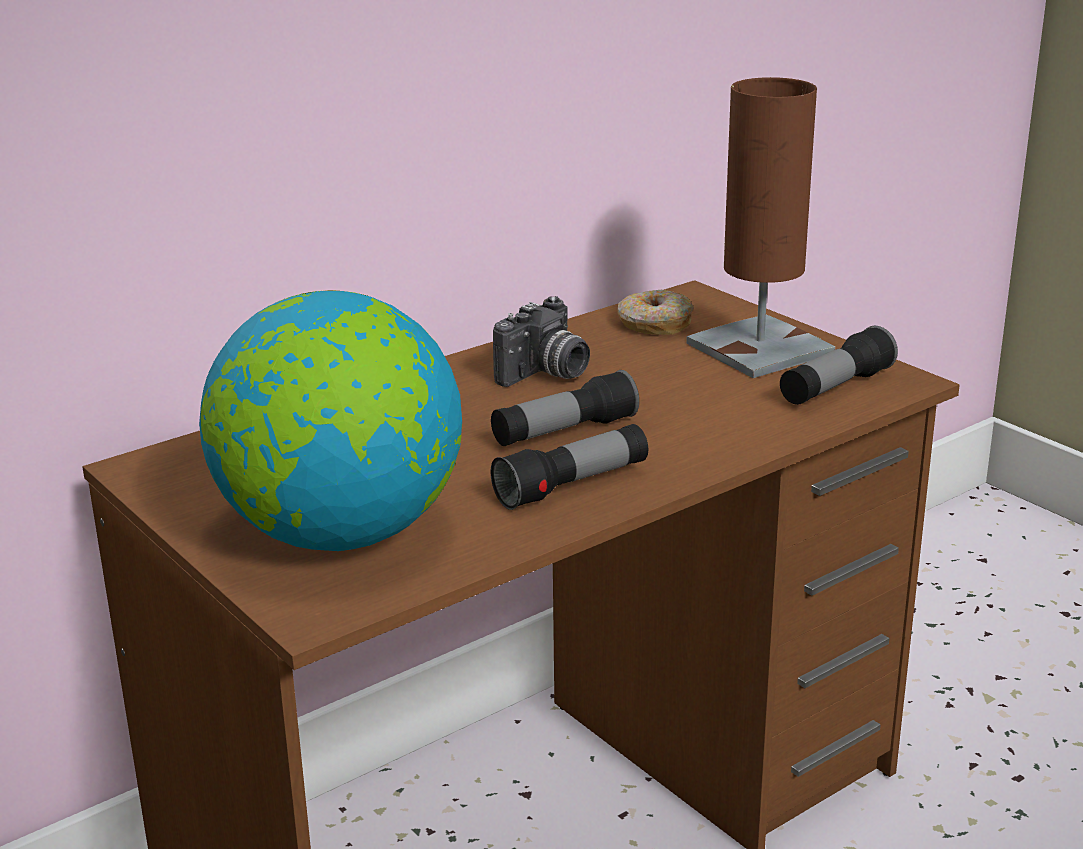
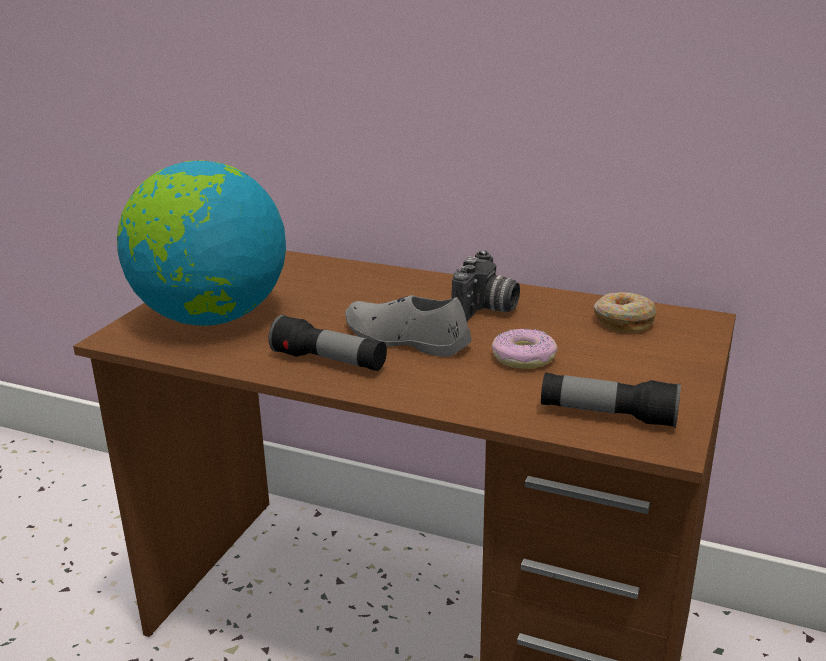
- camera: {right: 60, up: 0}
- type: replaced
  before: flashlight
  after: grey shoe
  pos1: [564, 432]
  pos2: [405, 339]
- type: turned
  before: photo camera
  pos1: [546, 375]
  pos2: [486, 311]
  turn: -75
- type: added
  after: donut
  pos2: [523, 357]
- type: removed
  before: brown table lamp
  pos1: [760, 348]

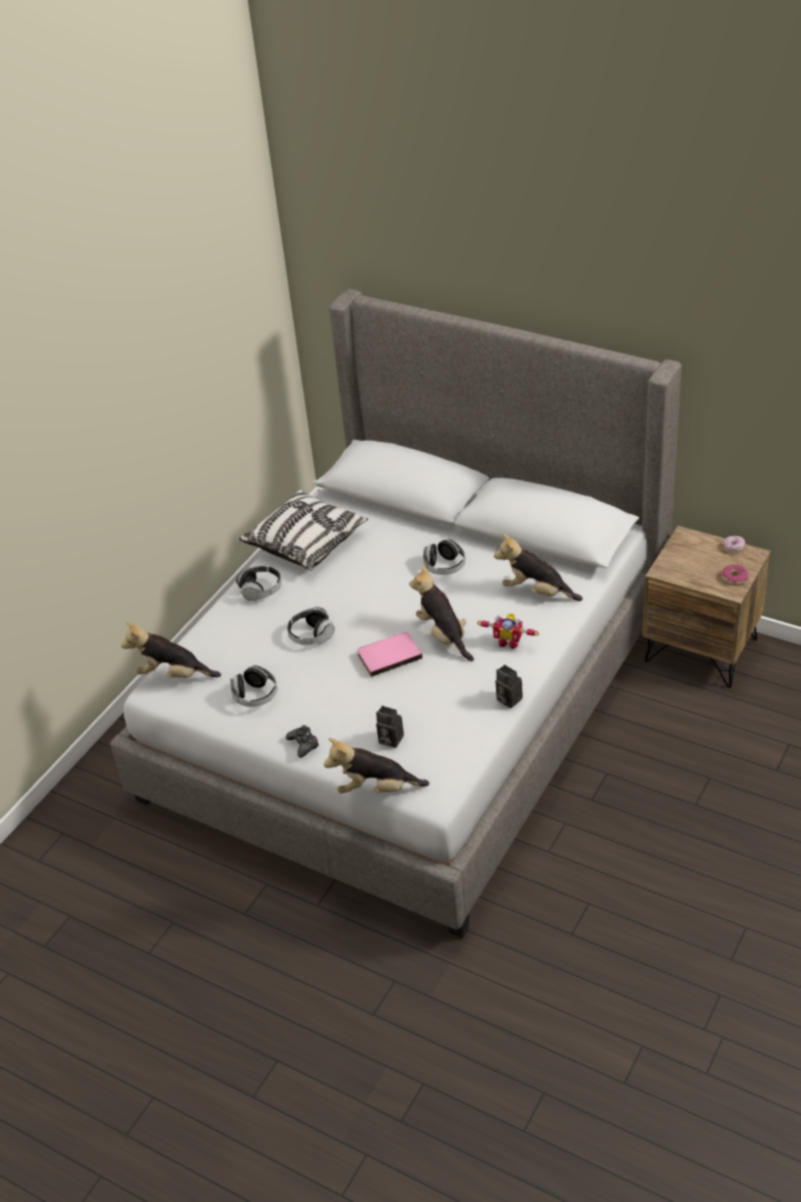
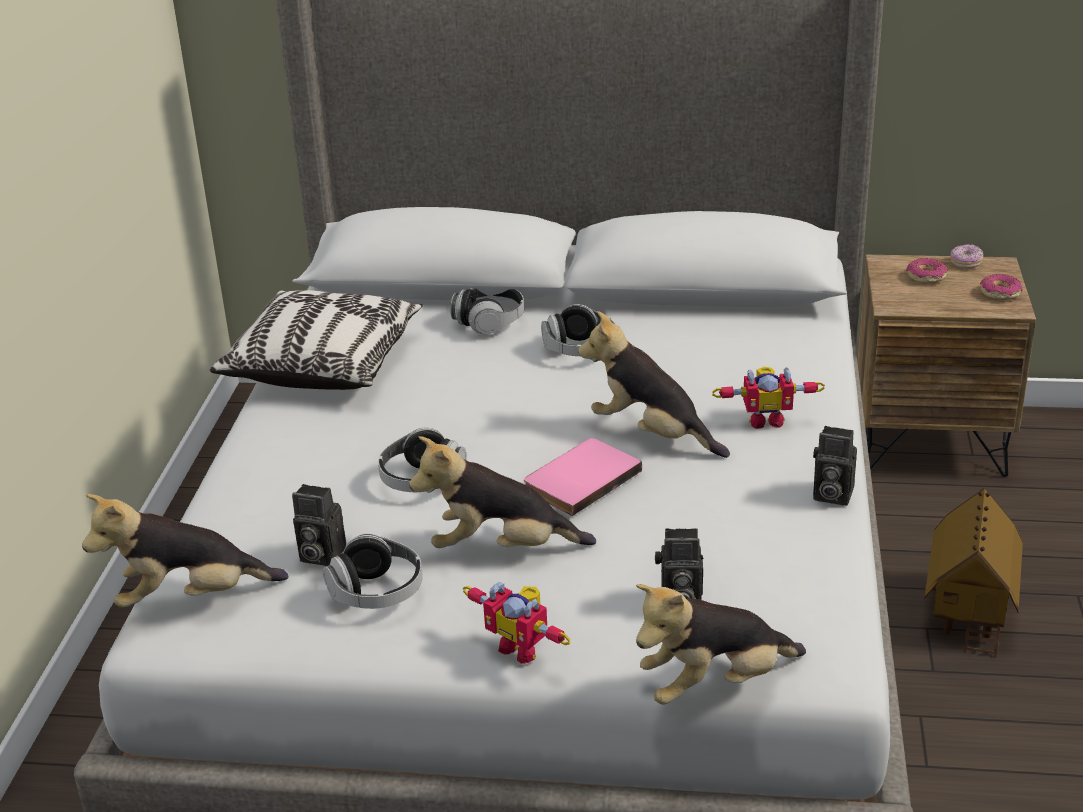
- camera: {right: -25, up: -10}
- type: added
  after: photo camera
  pos2: [319, 555]
- type: moved
  before: plush toy
  pos1: [536, 592]
  pos2: [501, 548]
- type: moved
  before: headphones
  pos1: [261, 590]
  pos2: [489, 322]
- type: replaced
  before: black game controller
  after: toy robot
  pos1: [303, 744]
  pos2: [522, 647]
- type: added
  after: donut
  pos2: [926, 277]
- type: added
  after: toy house
  pos2: [970, 609]

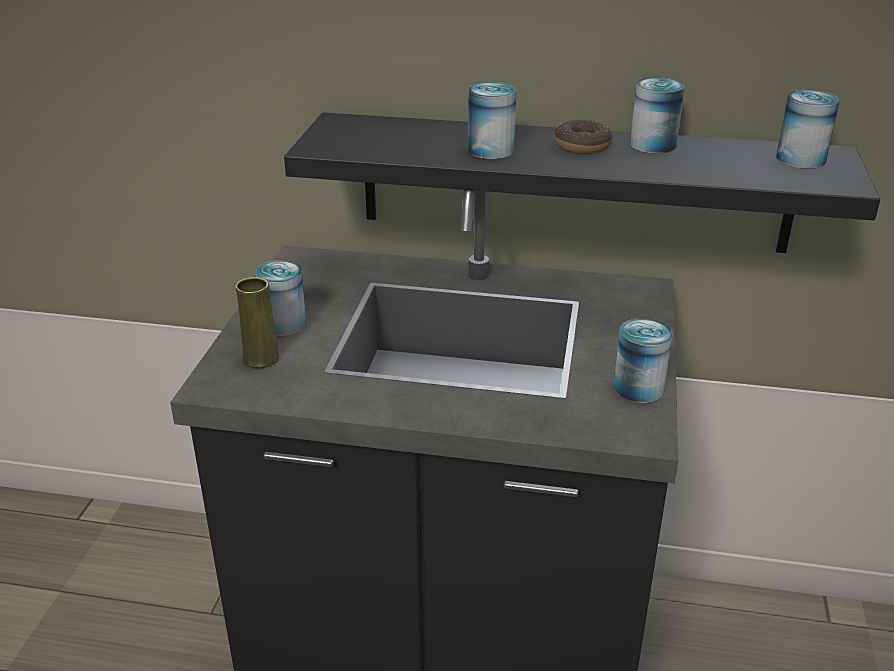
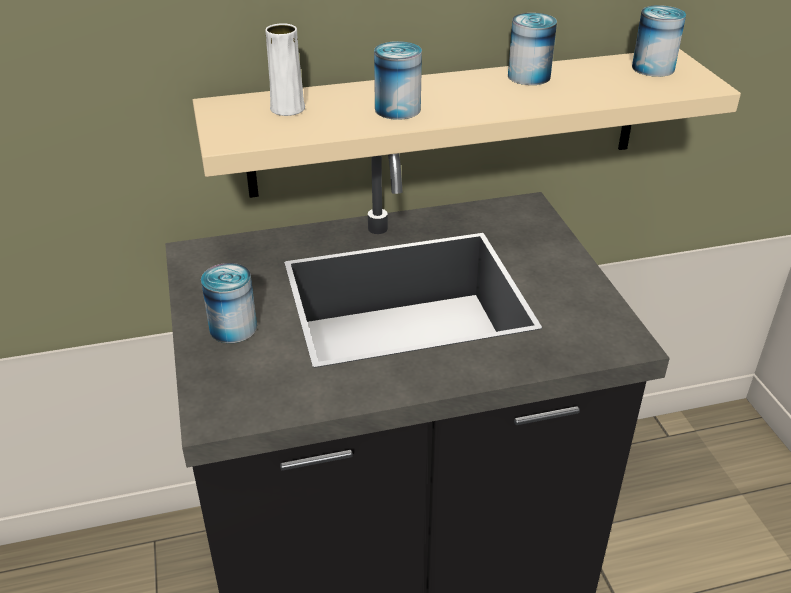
- camera: {right: -25, up: 5}
- type: recoloured
  before: black shelf
  after: beige shelf
  pos1: [573, 182]
  pos2: [447, 123]
- type: added
  after: white vase
  pos2: [287, 108]
- type: removed
  before: yellow vase
  pos1: [261, 358]
- type: removed
  before: donut
  pos1: [582, 146]
- type: removed
  before: can
  pos1: [638, 388]

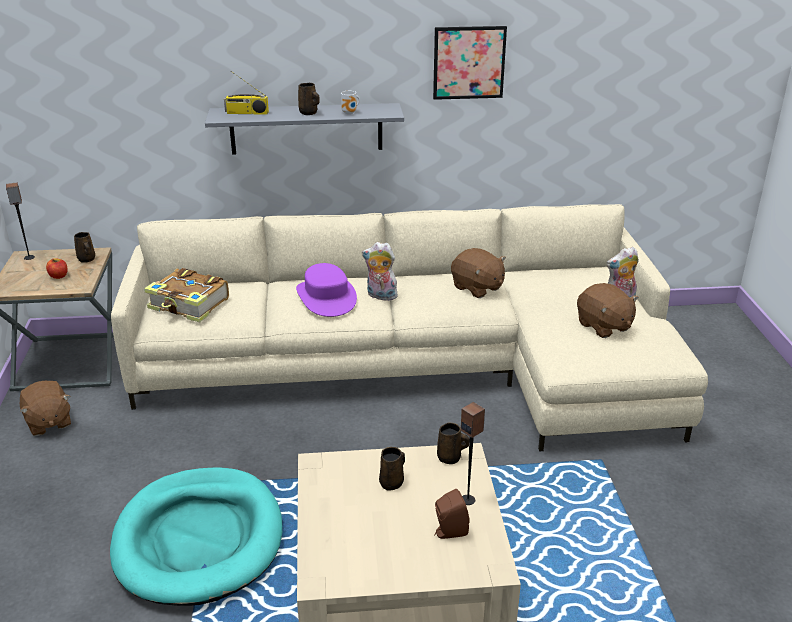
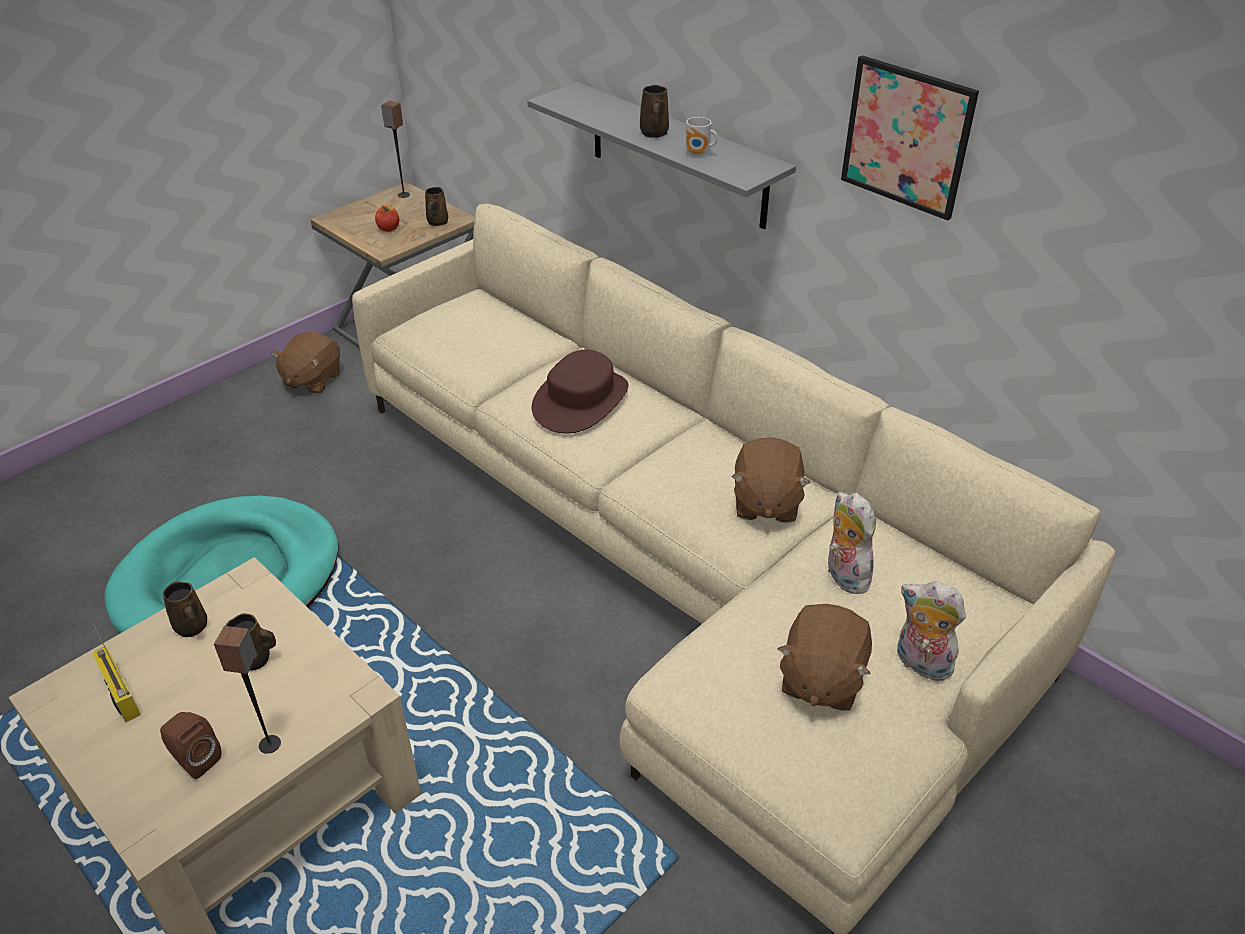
- camera: {right: 50, up: 10}
- type: moved
  before: radio
  pos1: [246, 113]
  pos2: [119, 692]
- type: moved
  before: brown mug
  pos1: [450, 458]
  pos2: [192, 628]
- type: recoloured
  before: purple hat
  after: brown hat
  pos1: [326, 297]
  pos2: [581, 400]
- type: moved
  before: plush toy
  pos1: [380, 296]
  pos2: [843, 575]
- type: removed
  before: book
  pos1: [189, 305]

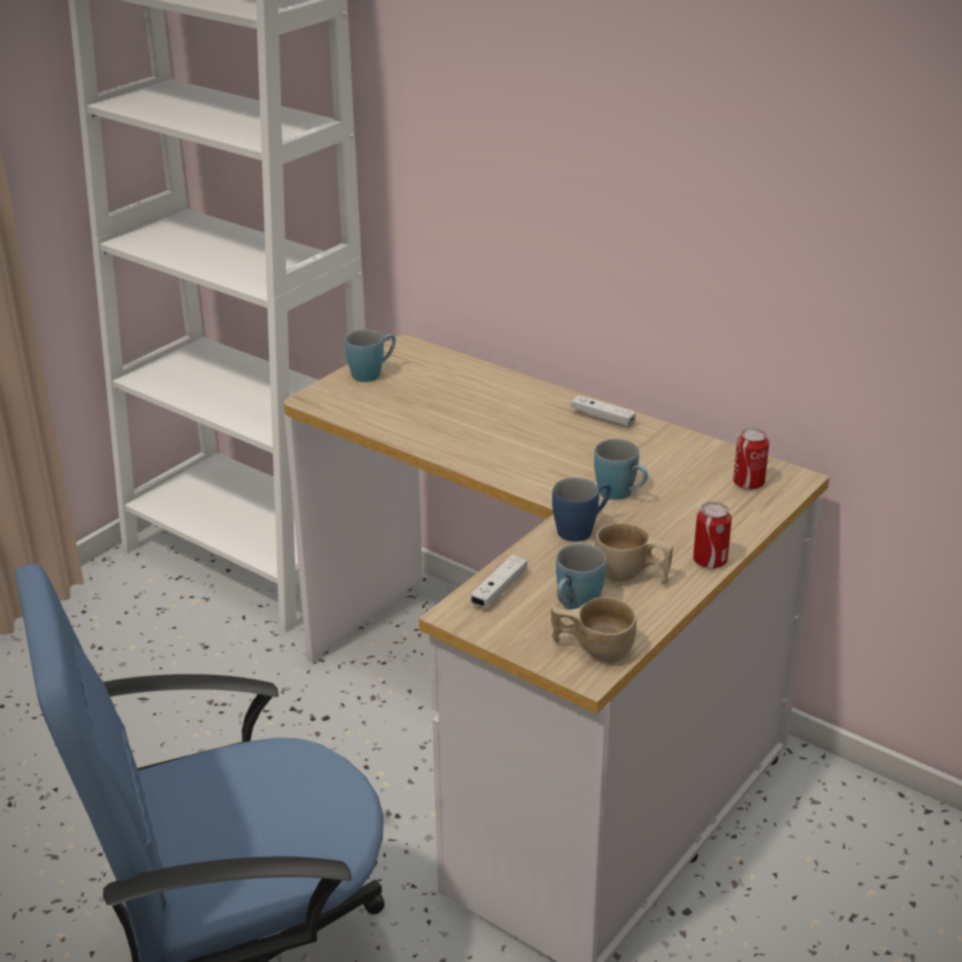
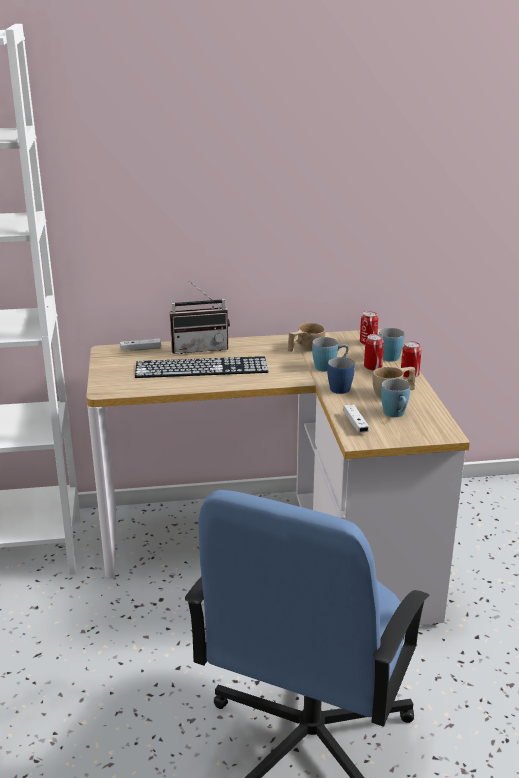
- camera: {right: -45, up: -5}
- type: moved
  before: white game controller
  pos1: [602, 418]
  pos2: [140, 349]
- type: added
  after: keyboard
  pos2: [201, 367]
- type: added
  after: radio
  pos2: [200, 348]
- type: moved
  before: beige cup
  pos1: [592, 649]
  pos2: [305, 349]
- type: added
  after: can
  pos2: [373, 367]
- type: moved
  before: blue mug
  pos1: [372, 373]
  pos2: [390, 355]

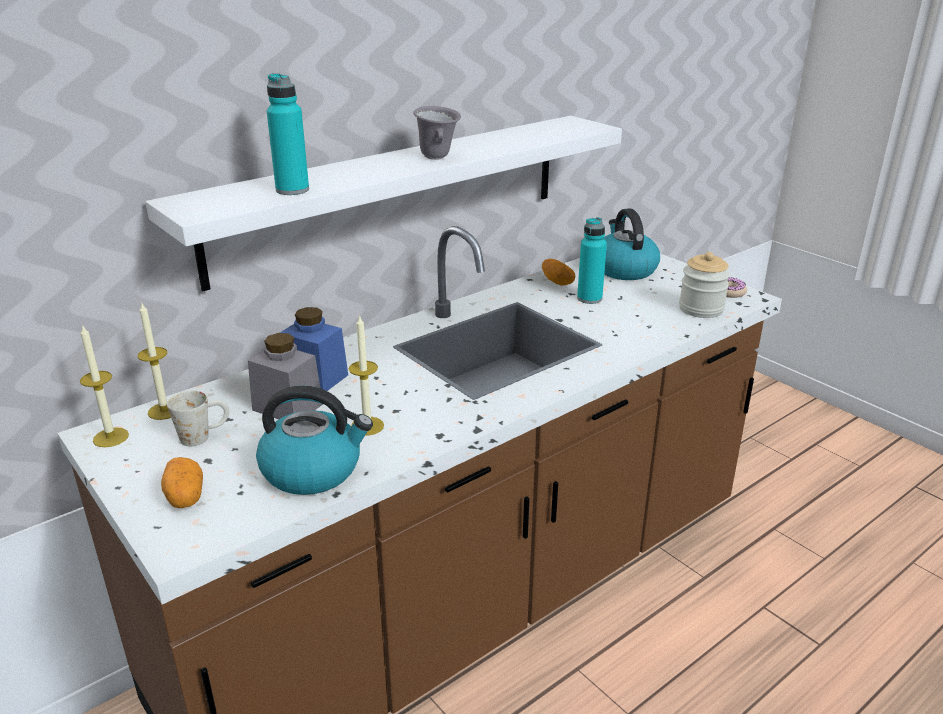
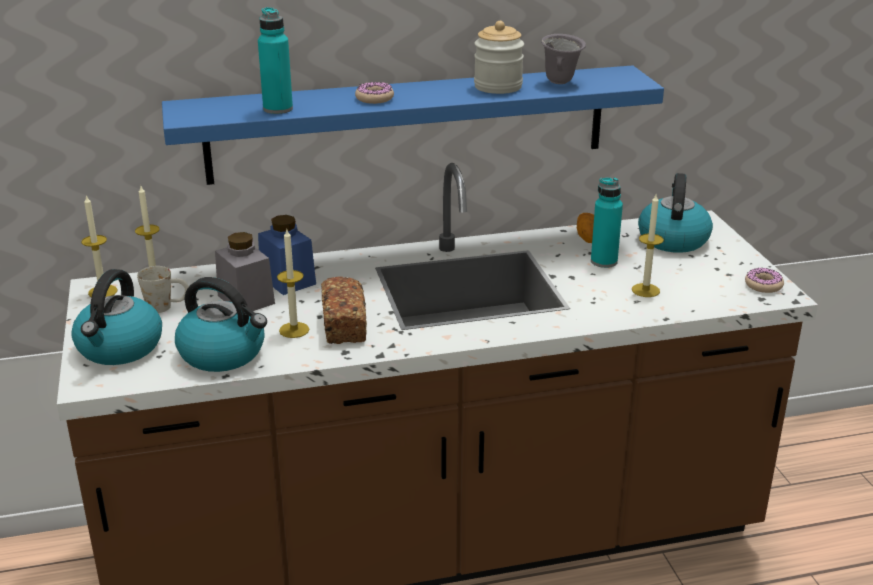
- camera: {right: 25, up: 0}
- type: replaced
  before: potato
  after: kettle
  pos1: [185, 496]
  pos2: [119, 348]
- type: recoloured
  before: white shelf
  after: blue shelf
  pos1: [394, 195]
  pos2: [409, 124]
- type: added
  after: bread
  pos2: [344, 325]
- type: added
  after: donut
  pos2: [374, 98]
- type: moved
  before: jar
  pos1: [701, 309]
  pos2: [498, 87]
- type: moved
  before: grey mug
  pos1: [438, 158]
  pos2: [561, 83]
- type: added
  after: candle
  pos2: [645, 290]

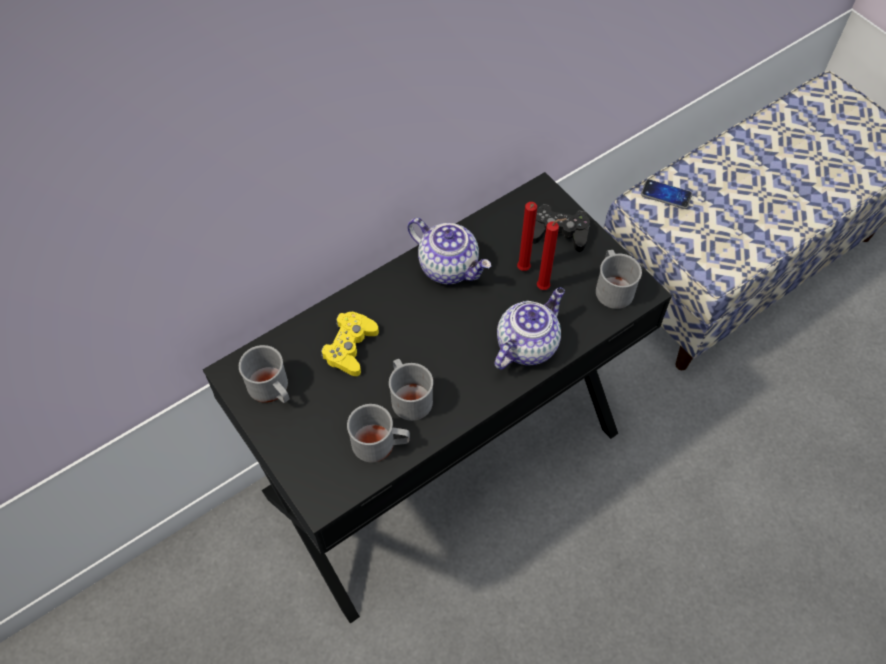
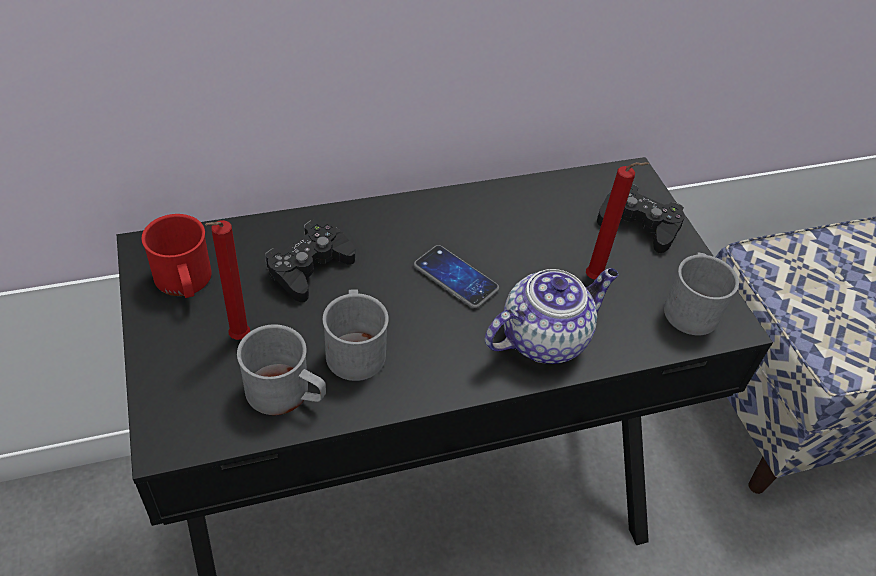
- camera: {right: 15, up: -10}
- type: recoloured
  before: grey mug
  after: red mug
  pos1: [272, 389]
  pos2: [185, 283]
- type: moved
  before: red candle
  pos1: [522, 270]
  pos2: [237, 339]
- type: recoloured
  before: yellow game controller
  after: black game controller
  pos1: [350, 347]
  pos2: [309, 267]
- type: moved
  before: phone
  pos1: [666, 195]
  pos2: [455, 278]
- type: removed
  before: teapot
  pos1: [449, 266]

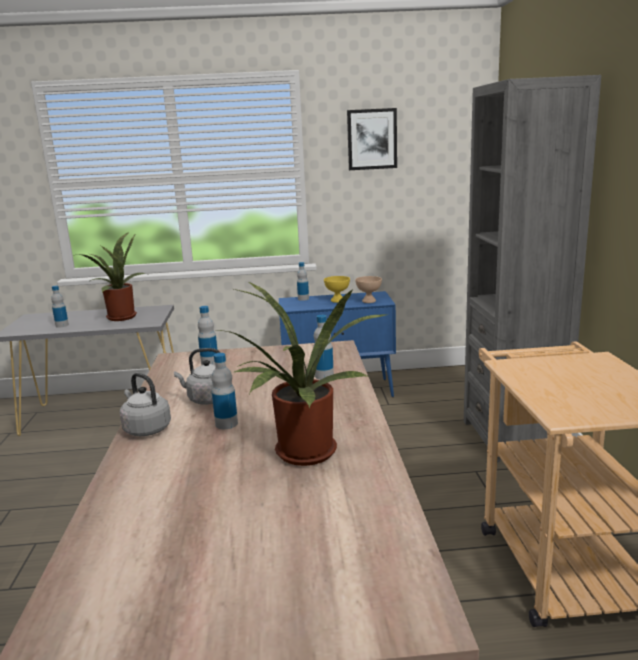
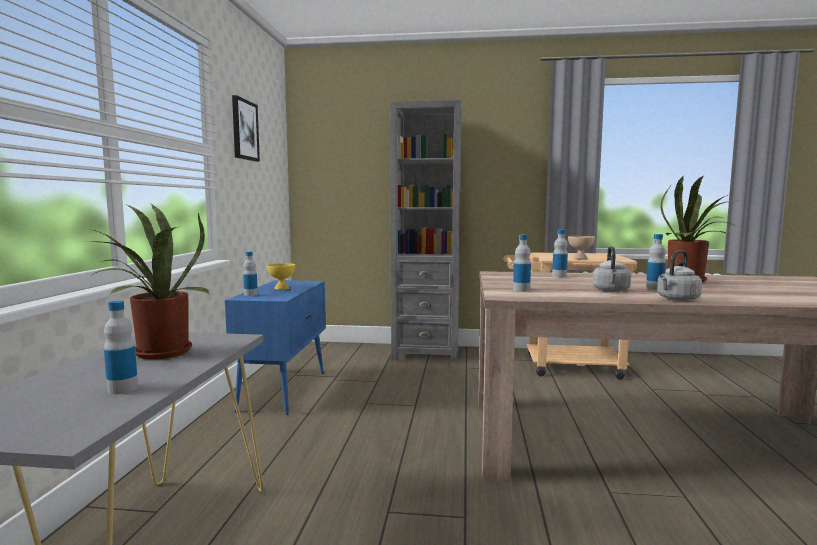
- camera: {right: -80, up: -10}
- type: moved
  before: beige bowl
  pos1: [369, 301]
  pos2: [580, 258]

